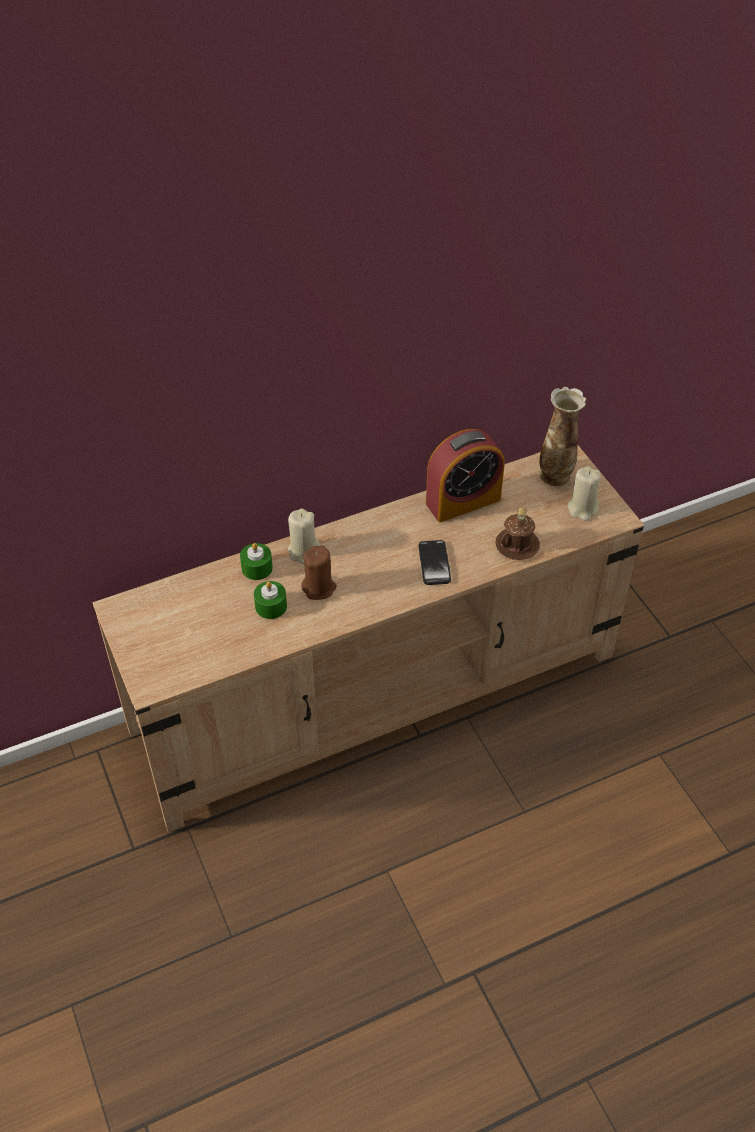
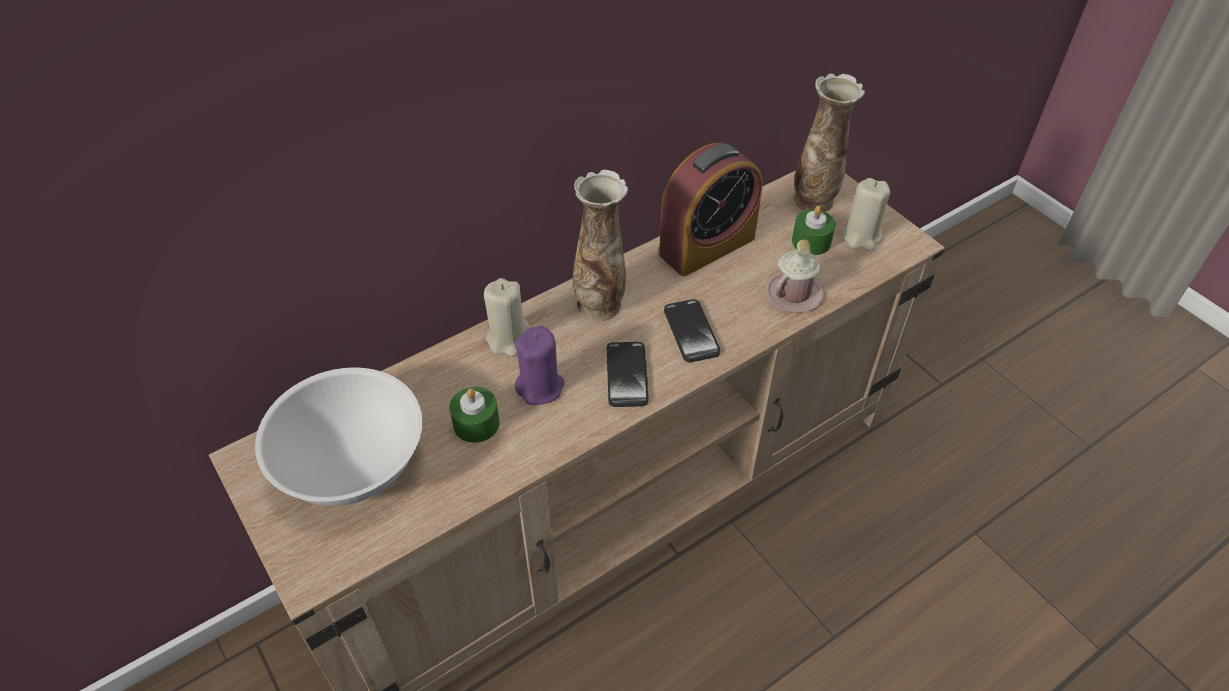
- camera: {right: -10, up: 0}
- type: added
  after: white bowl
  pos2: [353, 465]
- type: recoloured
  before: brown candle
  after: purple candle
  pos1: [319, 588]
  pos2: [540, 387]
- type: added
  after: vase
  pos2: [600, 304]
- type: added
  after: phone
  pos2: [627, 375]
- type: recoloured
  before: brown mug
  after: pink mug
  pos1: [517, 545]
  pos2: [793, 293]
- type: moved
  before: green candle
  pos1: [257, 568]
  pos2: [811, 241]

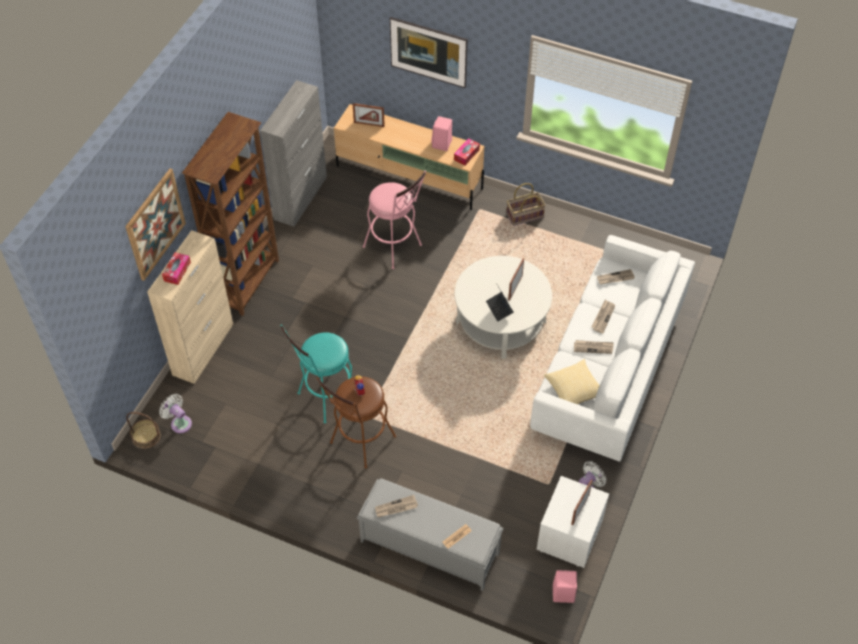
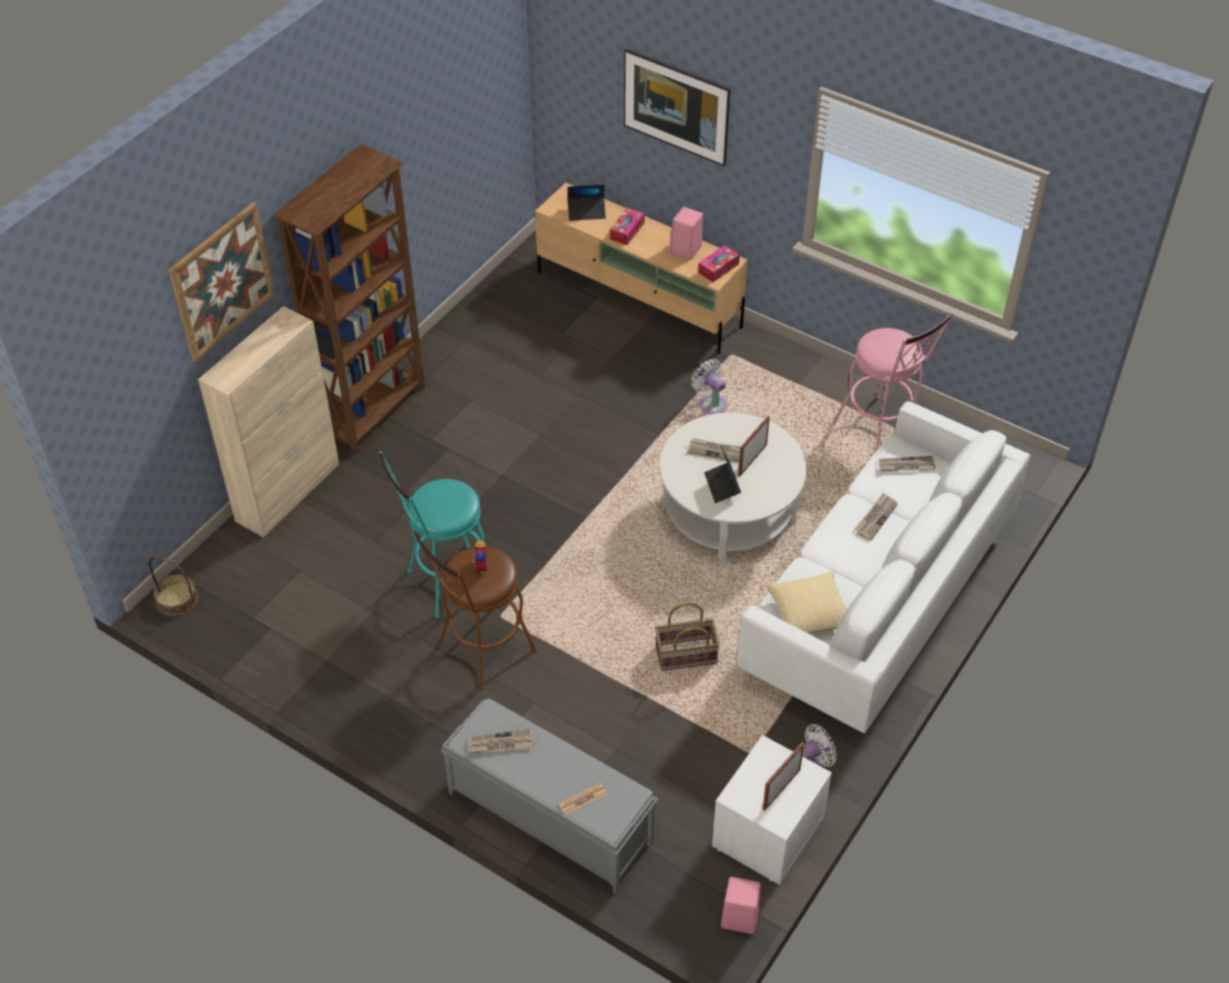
- camera: {right: 10, up: -5}
- type: replaced
  before: picture frame
  after: laptop
  pos1: [369, 124]
  pos2: [586, 212]
- type: moved
  before: tissue box
  pos1: [177, 271]
  pos2: [627, 231]
- type: moved
  before: basket
  pos1: [524, 216]
  pos2: [686, 656]
- type: moved
  before: newspaper
  pos1: [593, 347]
  pos2: [716, 451]
- type: moved
  before: white fan
  pos1: [179, 423]
  pos2: [711, 403]
- type: moved
  before: pink stool
  pos1: [395, 248]
  pos2: [882, 432]
- type: removed
  before: grey cabinet
  pos1: [301, 198]

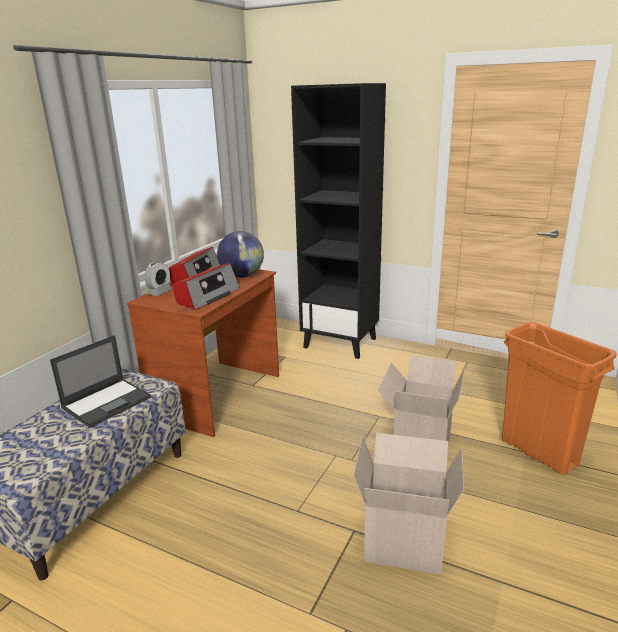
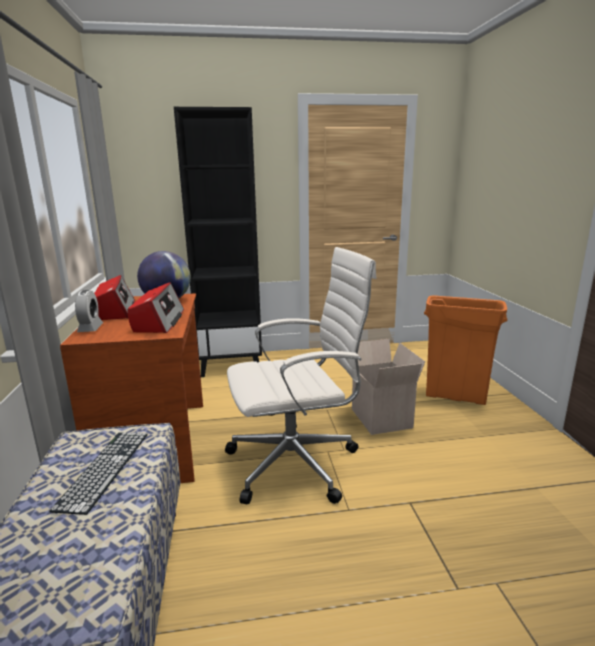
- camera: {right: -35, up: -5}
- type: replaced
  before: laptop
  after: keyboard
  pos1: [107, 402]
  pos2: [105, 468]
- type: added
  after: white office chair
  pos2: [297, 463]
- type: removed
  before: cardboard box
  pos1: [405, 540]

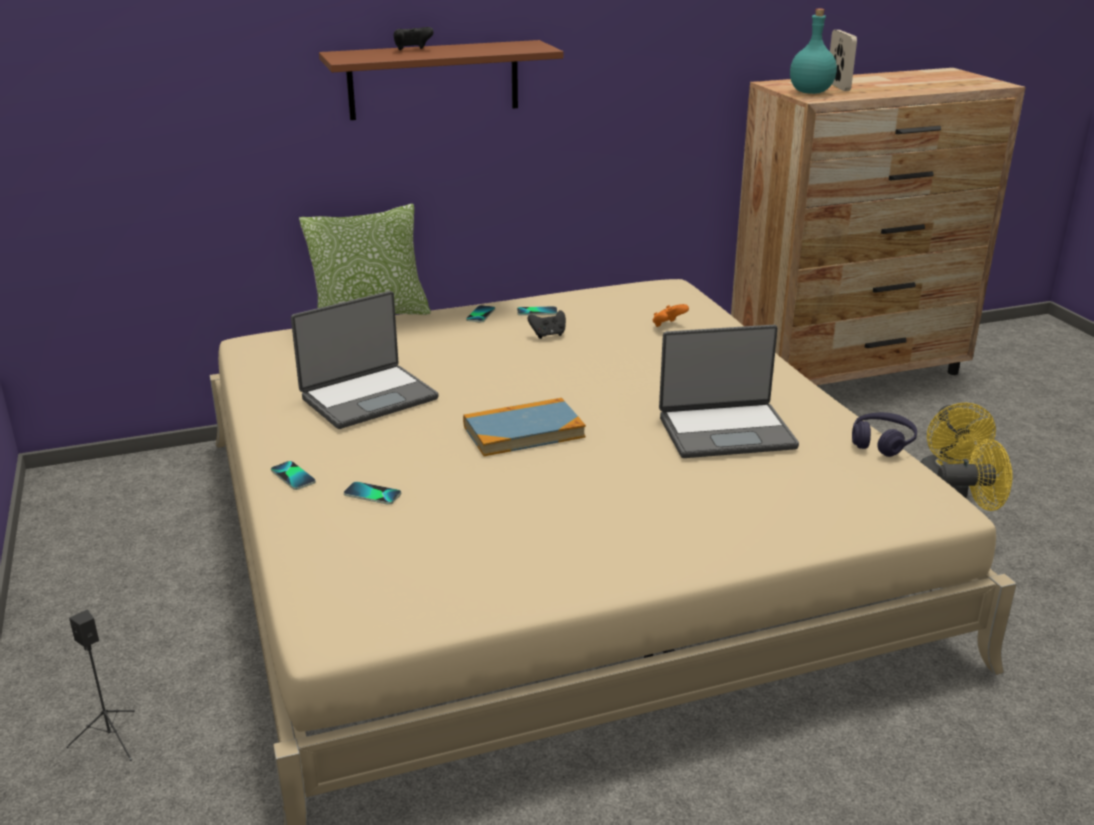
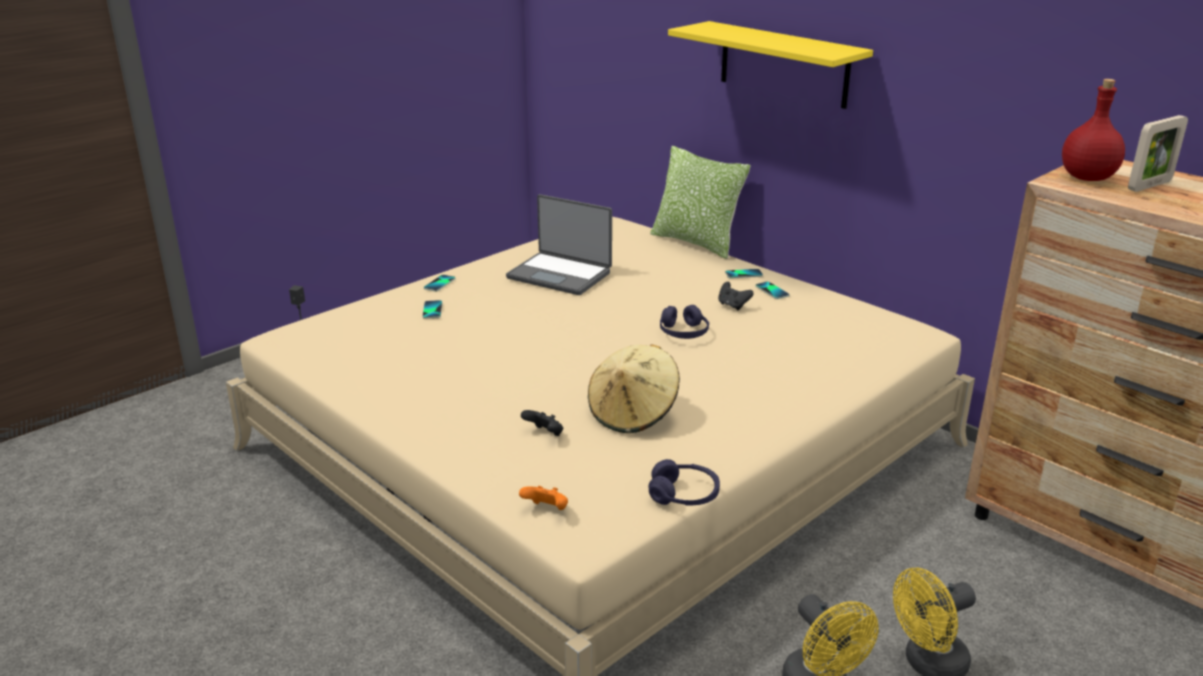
- camera: {right: 65, up: 0}
- type: moved
  before: orange game controller
  pos1: [668, 325]
  pos2: [546, 510]
- type: moved
  before: black game controller
  pos1: [412, 50]
  pos2: [544, 434]
- type: replaced
  before: laptop
  after: beige hat
  pos1: [726, 431]
  pos2: [633, 413]
- type: added
  after: purple headphones
  pos2: [683, 333]
- type: recoloured
  before: brown shelf
  after: yellow shelf
  pos1: [434, 80]
  pos2: [783, 64]
- type: recoloured
  before: turquoise bottle
  after: red bottle
  pos1: [811, 92]
  pos2: [1087, 178]
- type: removed
  before: book
  pos1: [523, 431]

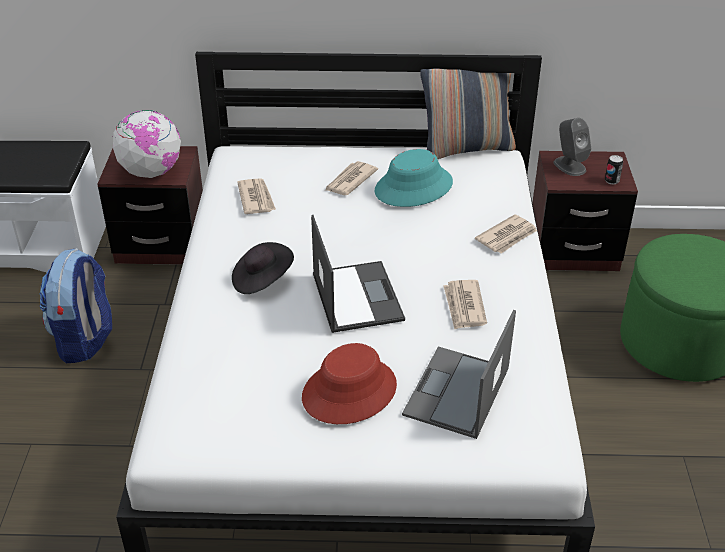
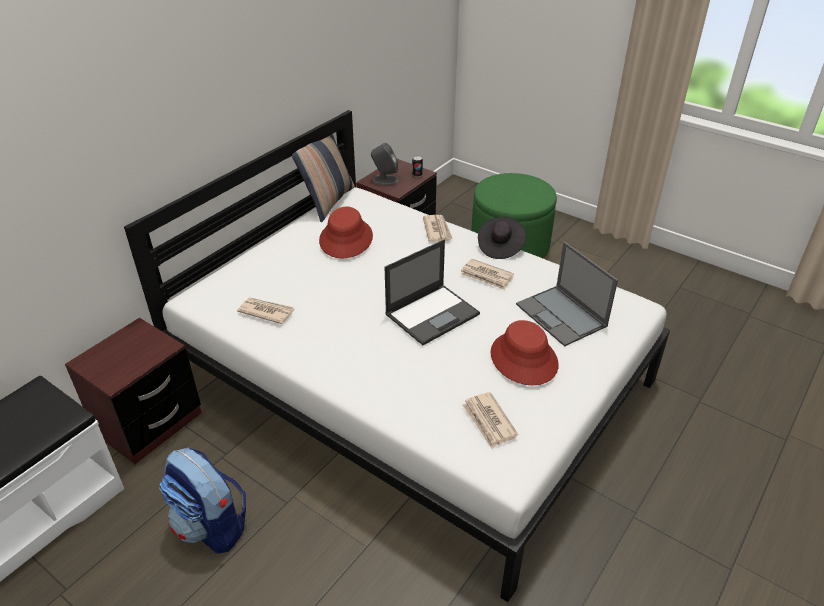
- camera: {right: -55, up: 0}
- type: recoloured
  before: turquoise hat
  after: red hat
  pos1: [414, 187]
  pos2: [346, 239]
- type: turned
  before: laptop
  pos1: [356, 296]
  pos2: [433, 314]
  turn: 120
- type: moved
  before: newspaper
  pos1: [350, 181]
  pos2: [489, 421]
- type: moved
  before: black hat
  pos1: [262, 280]
  pos2: [500, 247]
- type: removed
  before: globe
  pos1: [151, 172]

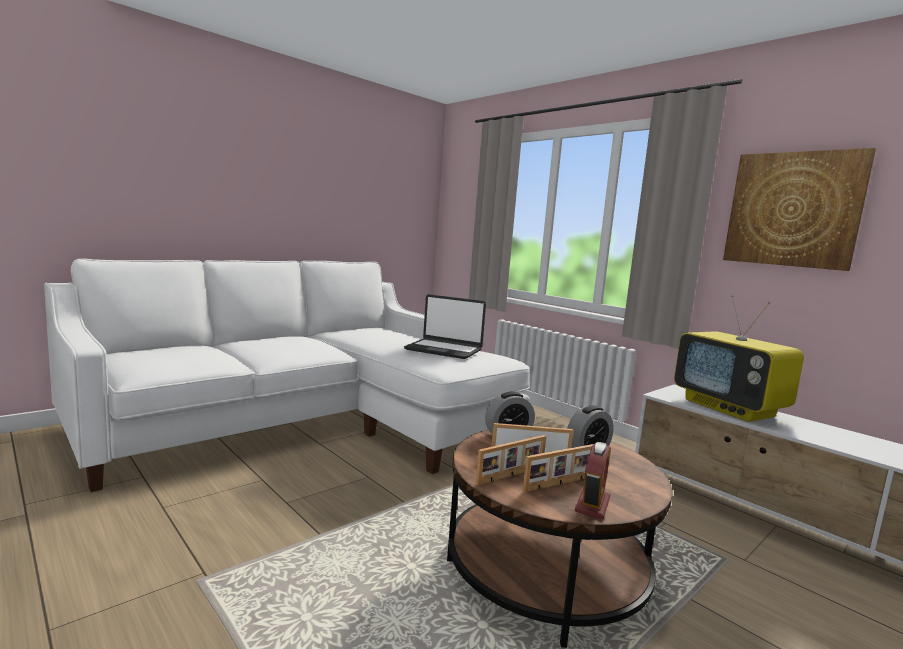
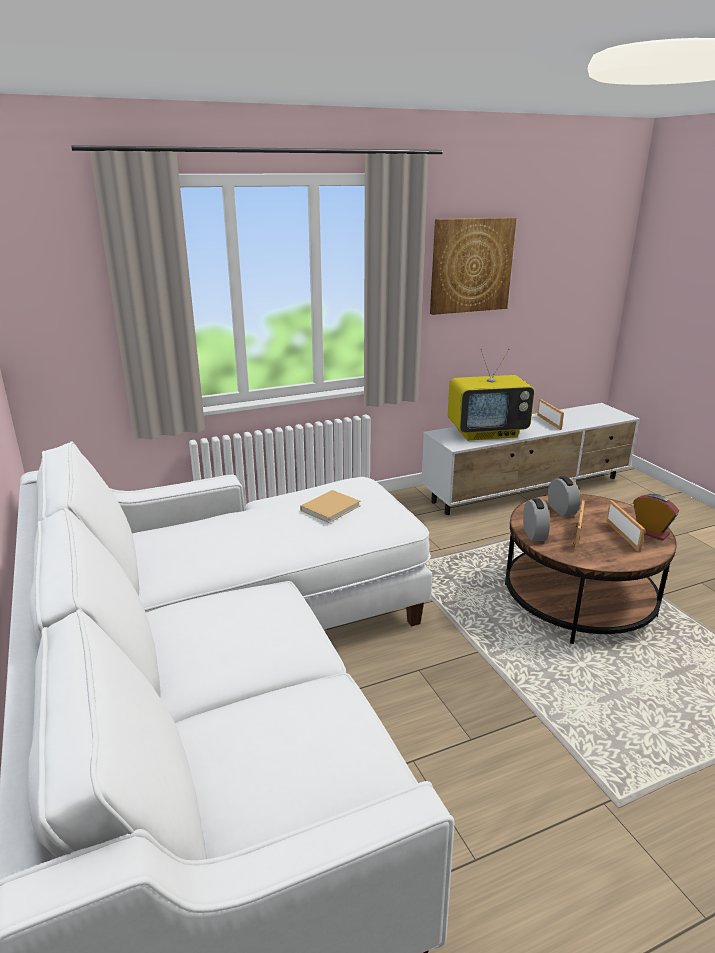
- camera: {right: -70, up: 15}
- type: replaced
  before: laptop
  after: beige book
  pos1: [444, 350]
  pos2: [331, 507]
- type: moved
  before: picture frame
  pos1: [511, 475]
  pos2: [549, 422]

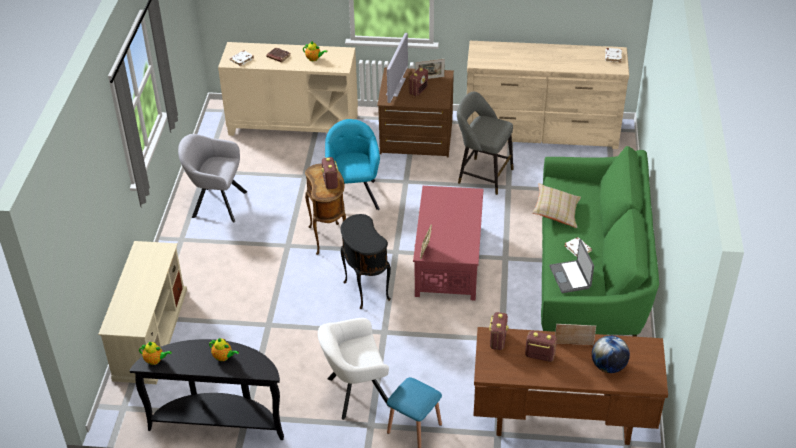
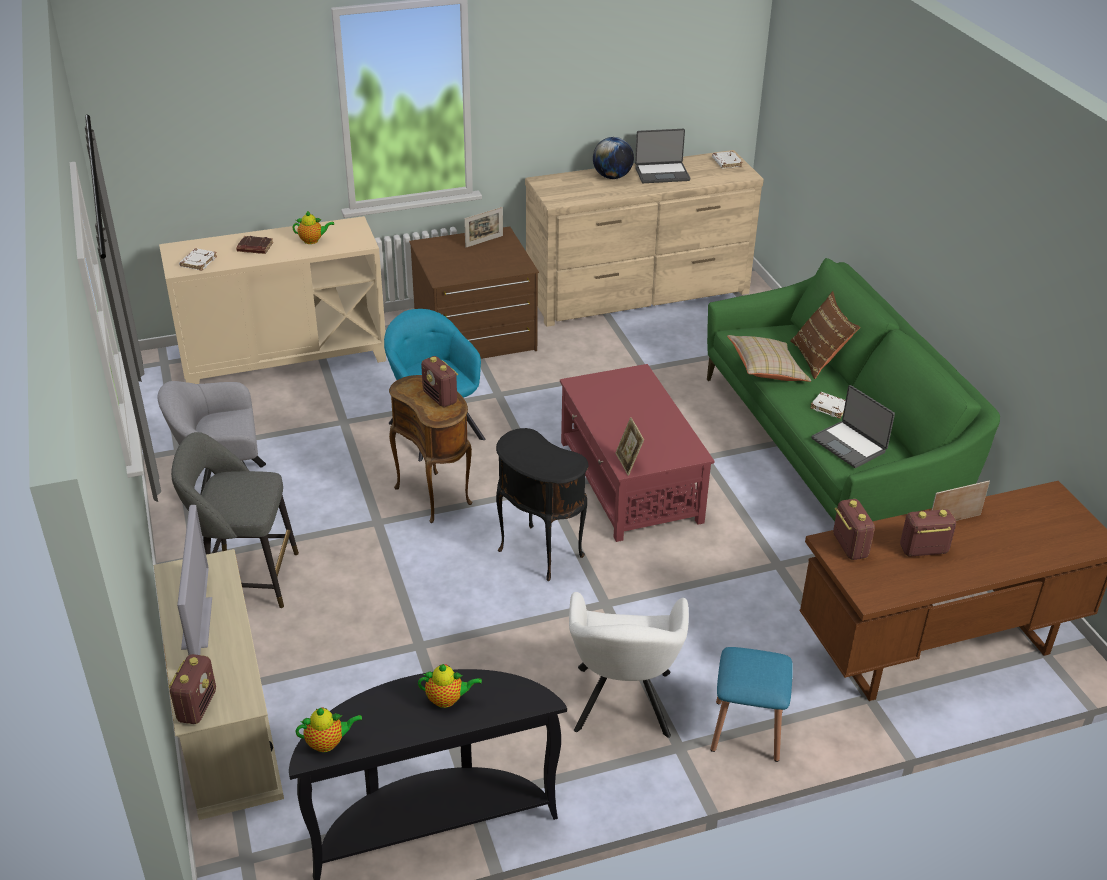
- camera: {right: -25, up: -5}
- type: moved
  before: radio
  pos1: [418, 90]
  pos2: [197, 706]
- type: moved
  before: grey stool
  pos1: [482, 175]
  pos2: [245, 578]
- type: moved
  before: television
  pos1: [395, 86]
  pos2: [197, 623]
- type: turned
  before: white armchair
  pos1: [355, 393]
  pos2: [622, 706]
  turn: -45
- type: moved
  before: globe
  pos1: [608, 366]
  pos2: [612, 177]
- type: added
  after: laptop
  pos2: [662, 173]
- type: added
  after: brown pillow
  pos2: [819, 358]

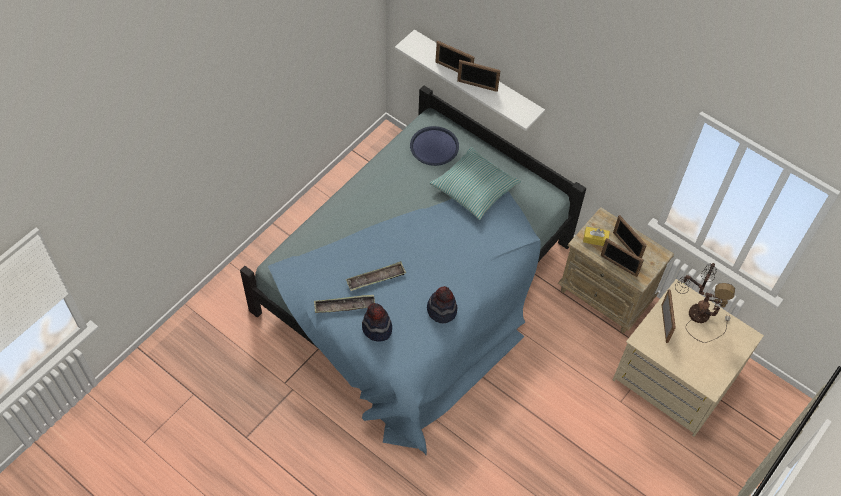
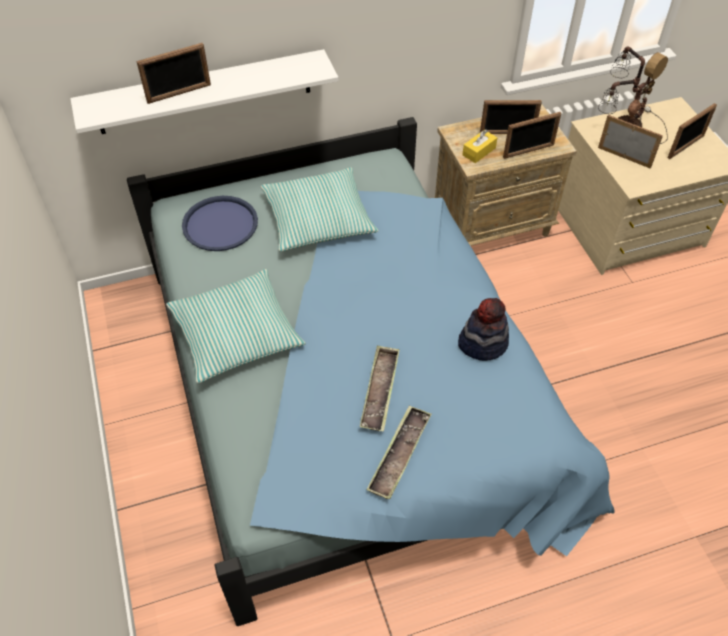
- camera: {right: -55, up: -5}
- type: added
  after: pillow
  pos2: [236, 334]
- type: moved
  before: picture frame
  pos1: [477, 86]
  pos2: [686, 147]
- type: removed
  before: hat
  pos1: [377, 328]

